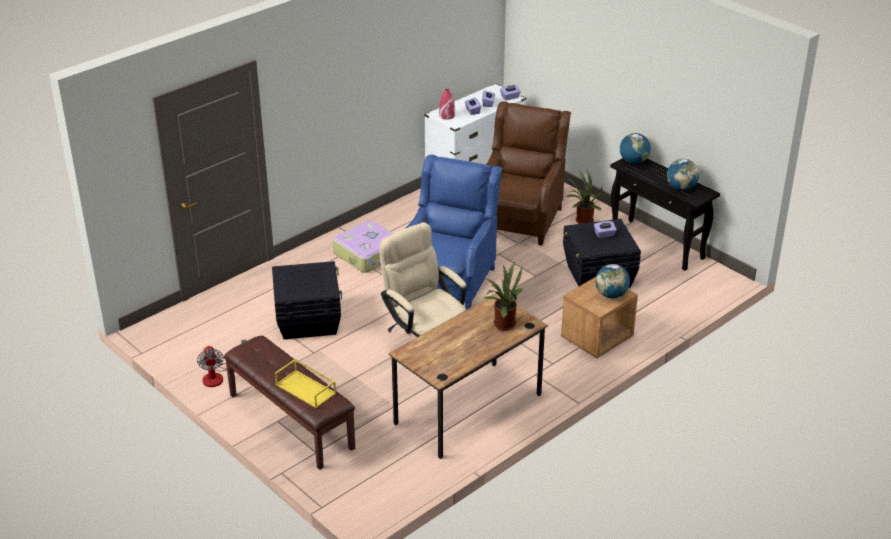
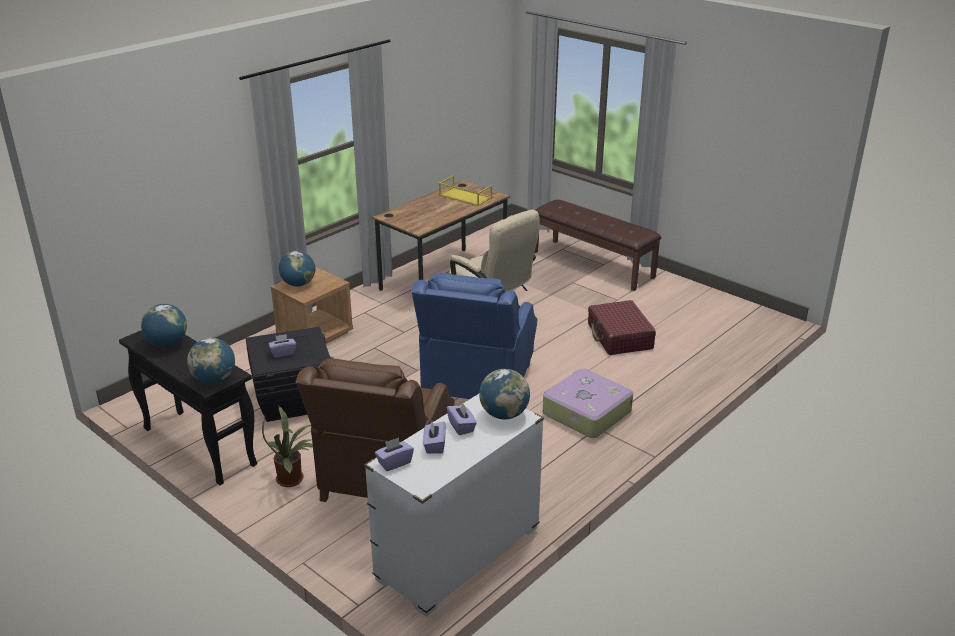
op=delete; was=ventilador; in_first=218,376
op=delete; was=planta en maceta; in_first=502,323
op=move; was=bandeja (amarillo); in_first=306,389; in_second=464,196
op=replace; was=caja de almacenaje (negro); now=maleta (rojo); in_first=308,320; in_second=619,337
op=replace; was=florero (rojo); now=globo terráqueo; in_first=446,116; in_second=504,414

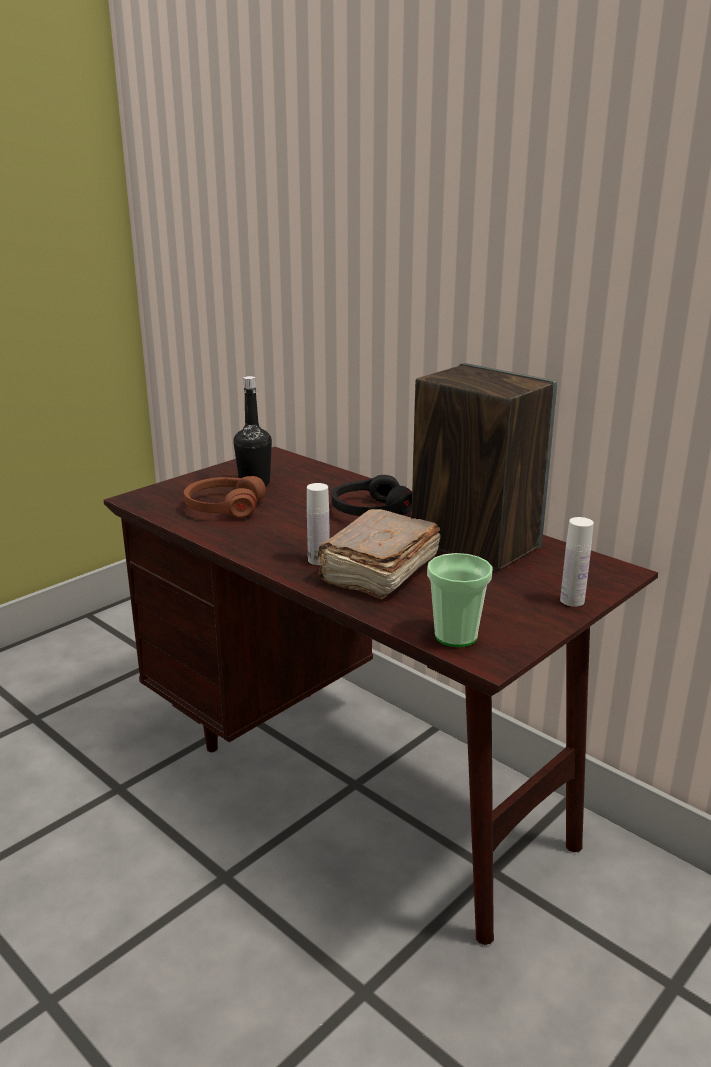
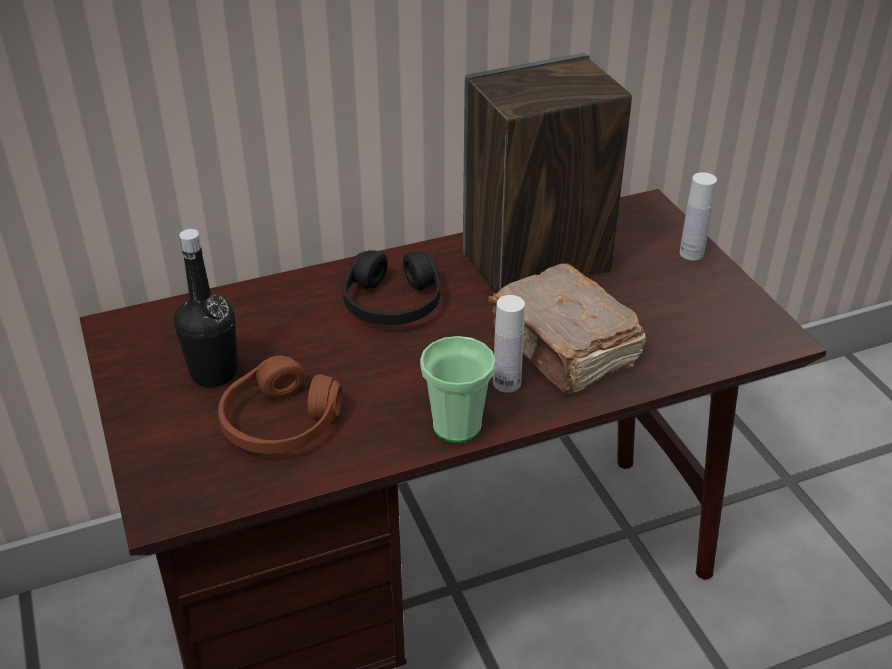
op=move; was=taza; in_first=456,636; in_second=457,426

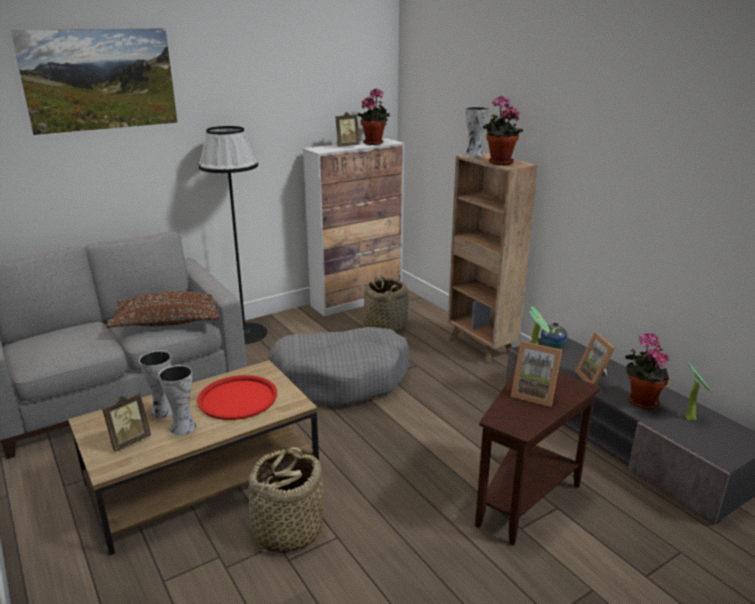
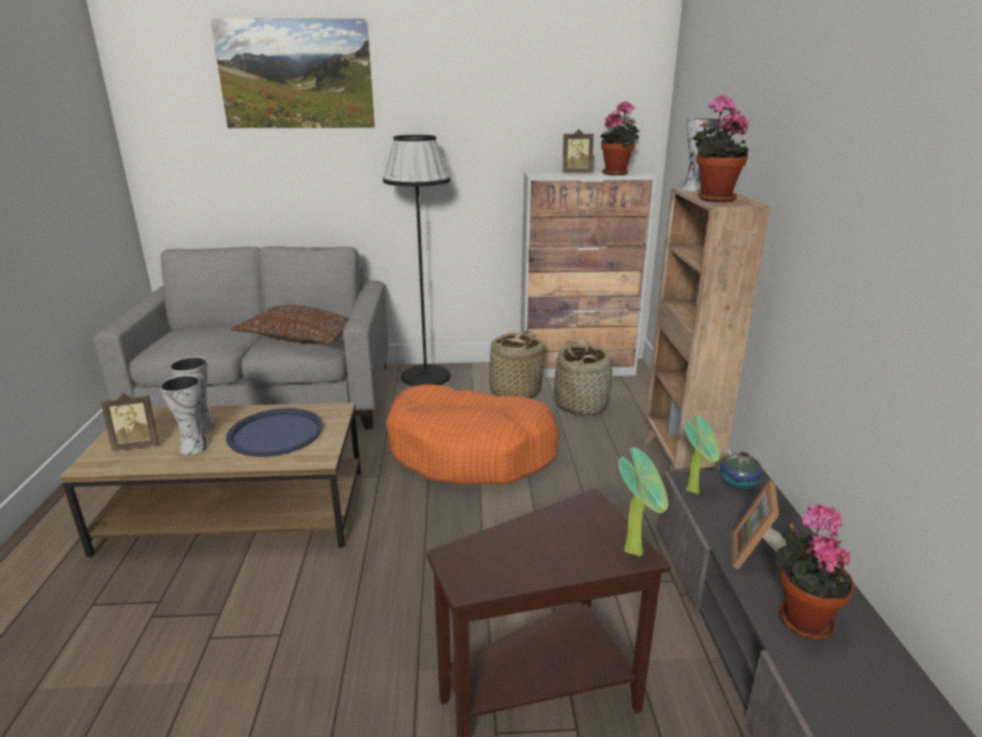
op=delete; was=portarretratos; in_first=534,394
op=move; was=cesta; in_first=287,530; in_second=514,392
op=move; was=planta en maceta; in_first=691,417; in_second=637,550
op=recolor; was=bandeja (rojo); now=bandeja (azul); in_first=238,398; in_second=275,433
op=recolor; was=cama para perro (gris); now=cama para perro (naranja); in_first=341,379; in_second=471,451

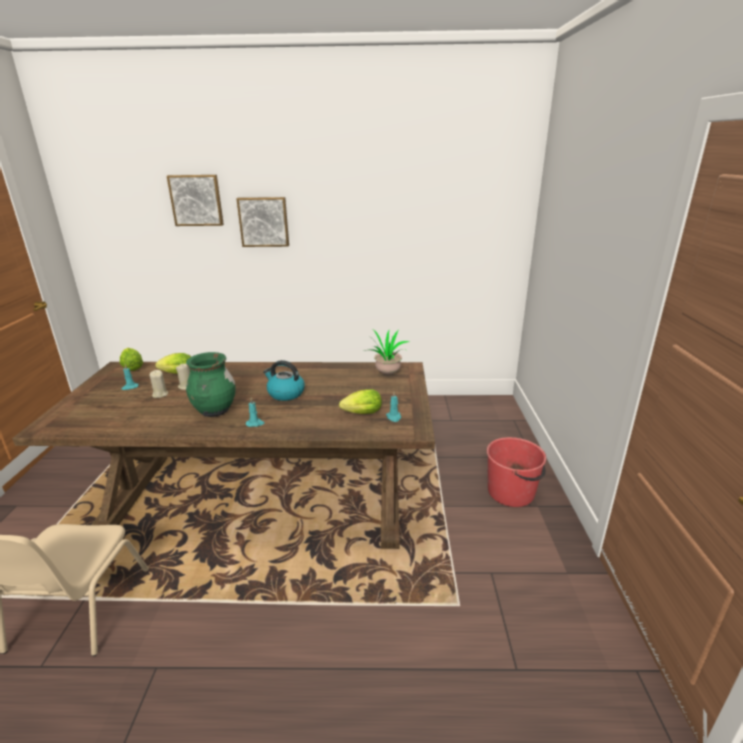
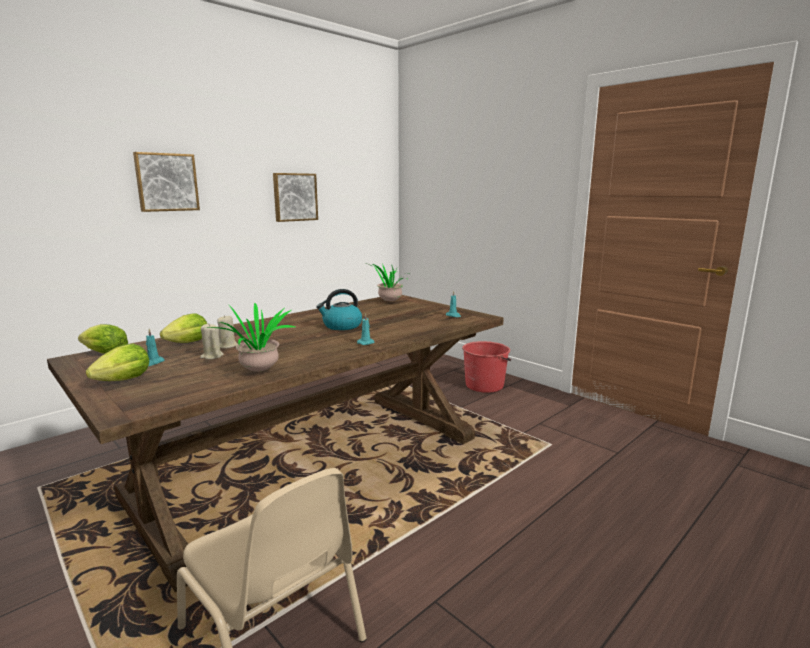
op=delete; was=florero (verde); in_first=215,411
op=insert; now=planta en maceta; in_second=259,370
op=move; was=cuadro; in_first=196,200; in_second=294,197
op=move; was=lechuga; in_first=360,414; in_second=120,382

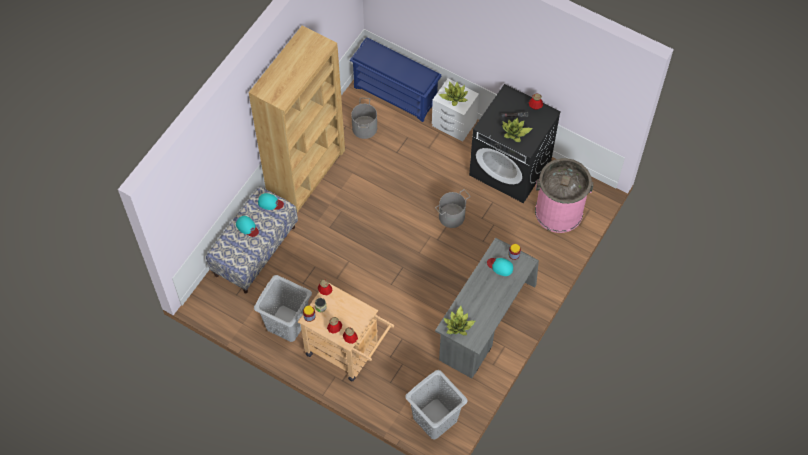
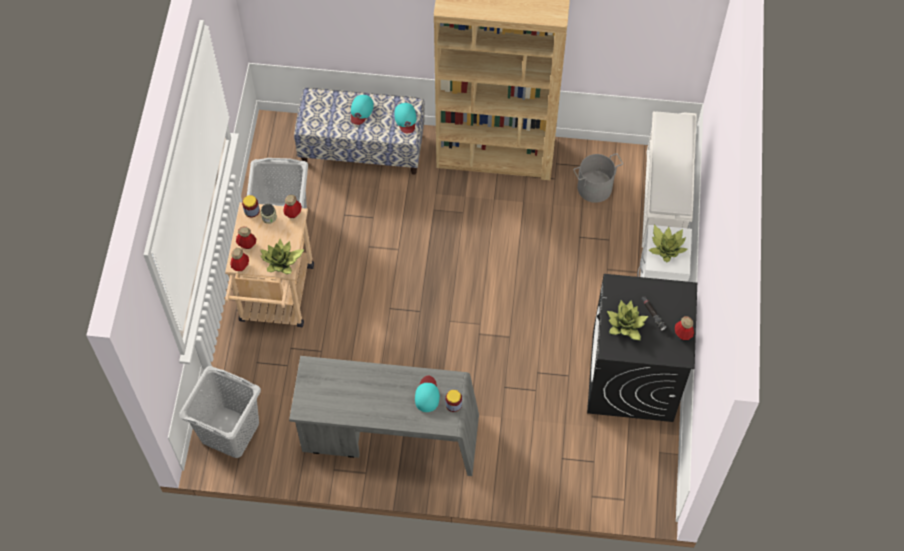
op=delete; was=cubo (gris); in_first=452,216
op=delete; was=papelera (rosa); in_first=559,211
op=move; was=planta en maceta; in_first=458,325; in_second=281,261
op=recolor; was=zapatero (azul); now=zapatero (blanco); in_first=396,94; in_second=664,201

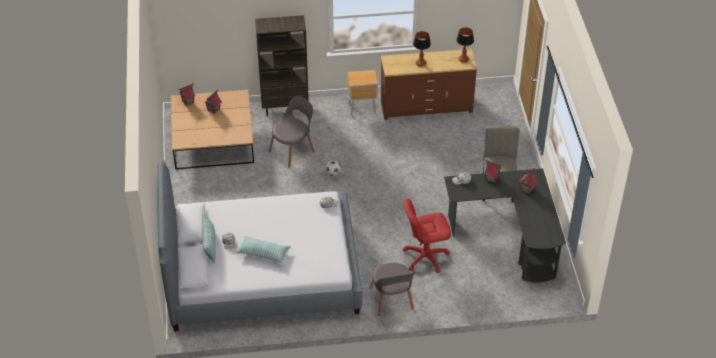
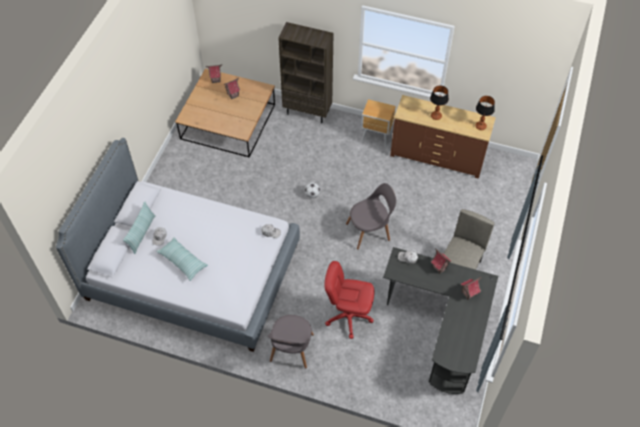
op=move; was=silla (gris); in_first=293,150; in_second=370,231

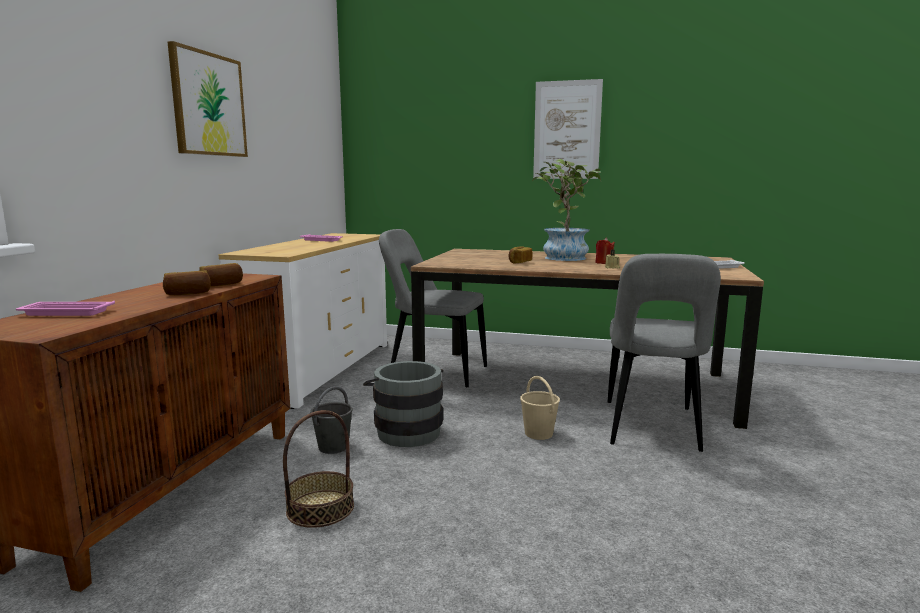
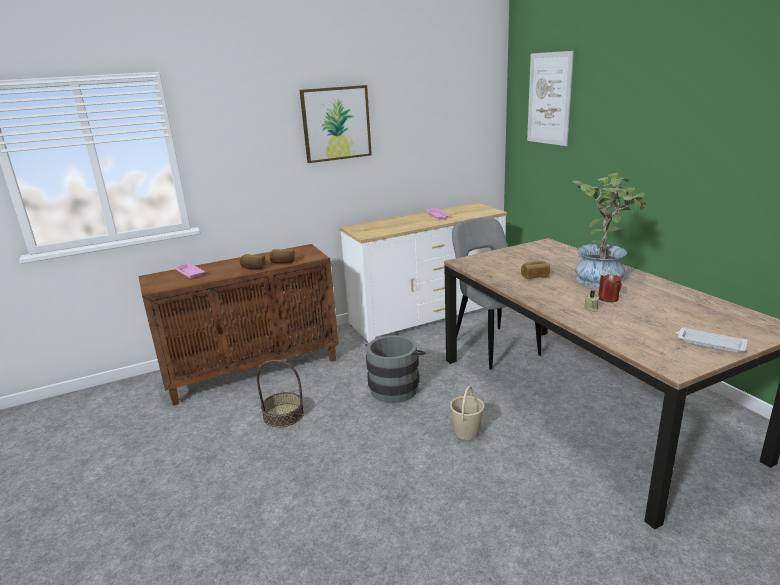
op=delete; was=cubo (gris); in_first=333,446
op=delete; was=silla (gris); in_first=651,428
op=move; was=cuadro; in_first=567,130; in_second=549,99

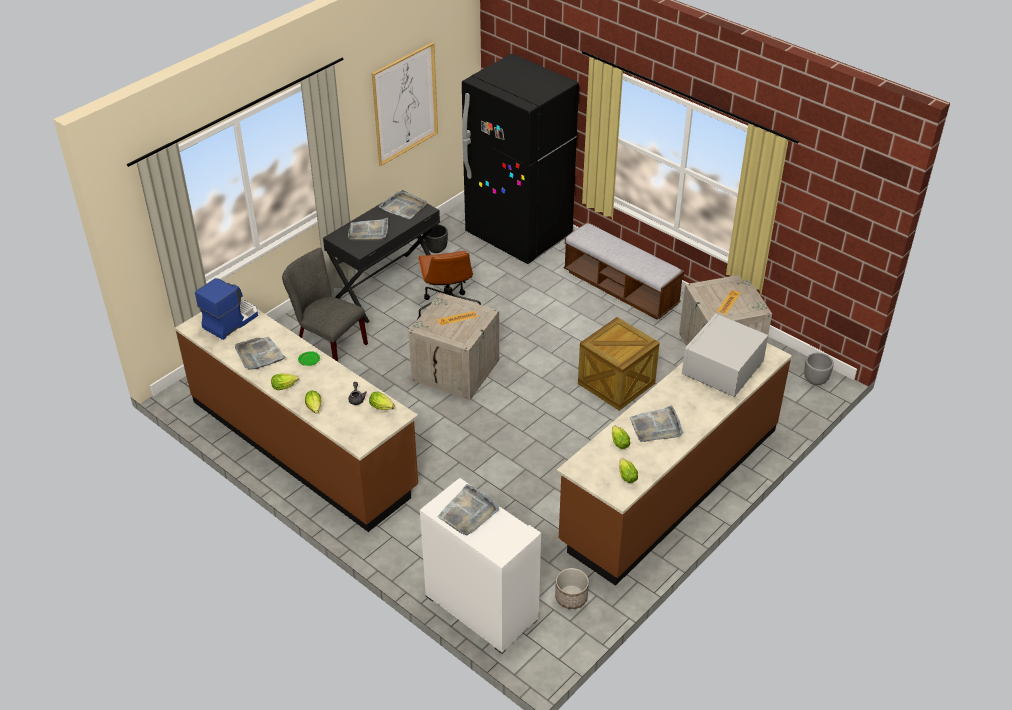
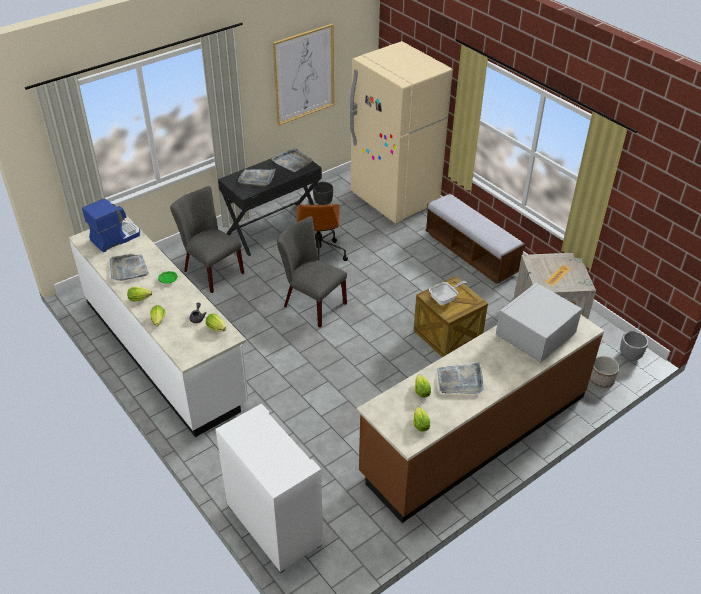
op=delete; was=bandeja (gris); in_first=468,512
op=insert; now=sartén; in_second=445,299
op=move; was=maceta; in_first=571,597; in_second=601,379
op=replace; was=caja de embalaje; now=silla (gris); in_first=455,369; in_second=311,304
op=recolor; was=mueble bajo de cocina (marrón); now=mueble bajo de cocina (blanco); in_first=303,444; in_second=164,351
op=recolor; was=nevera (negro); now=nevera (beis); in_first=518,235; in_second=394,199

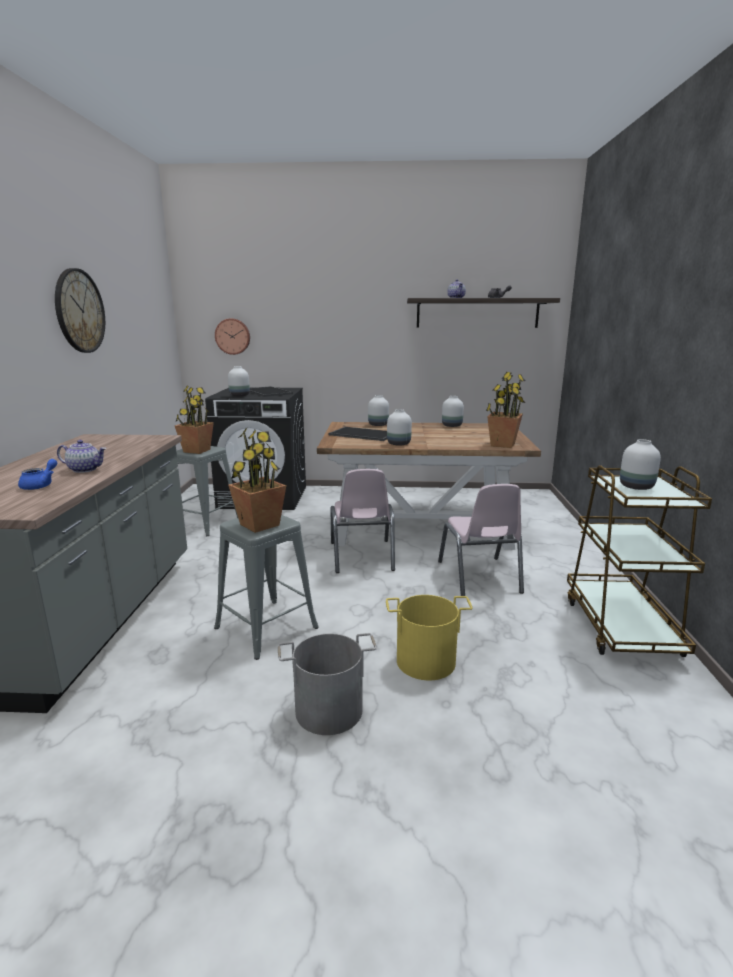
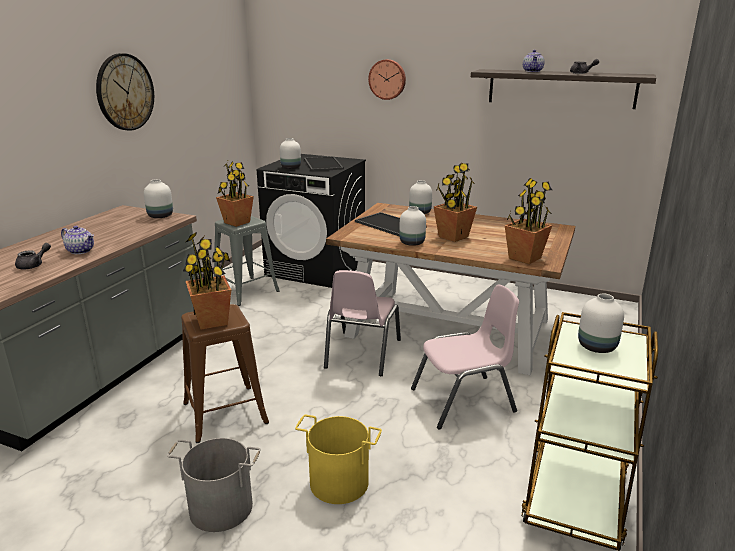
op=insert; now=planta en maceta; in_second=453,237
op=move; was=reloj de pared; in_first=233,336; in_second=387,79
op=move; was=florero (blanco); in_first=452,426; in_second=161,216
op=recolor; was=tetera (azul); now=tetera (gris); in_first=40,485; in_second=34,265
op=recolor; was=taburete (gris); now=taburete (marrón); in_first=266,628; in_second=225,413
op=rotate; was=silla (rosa); in_first=479,577; in_second=463,401; clockwise=-120

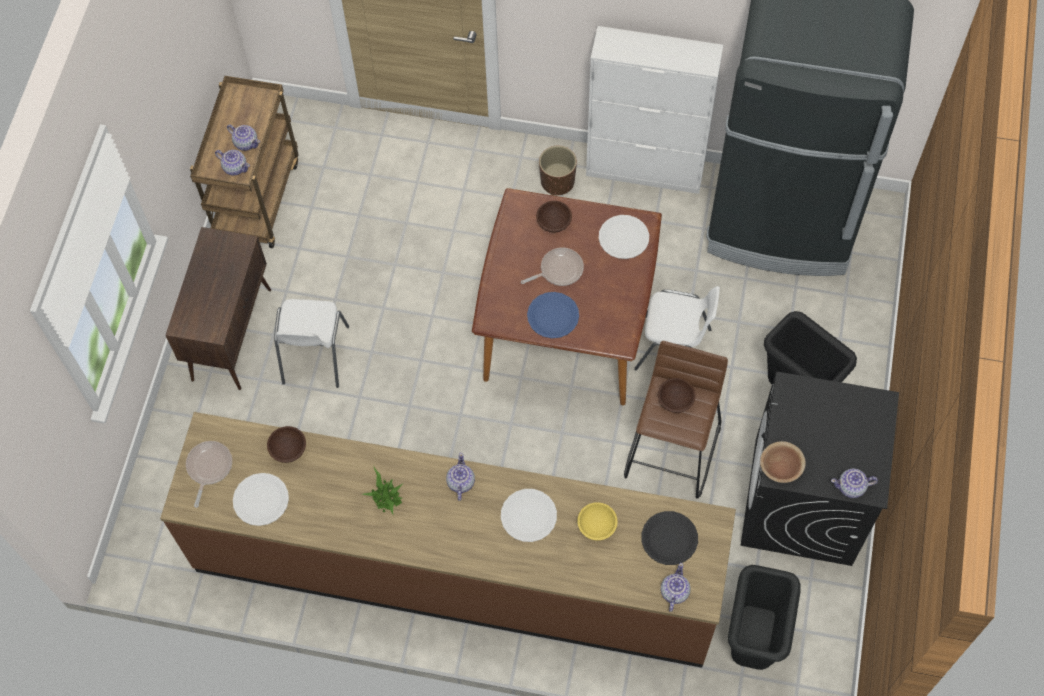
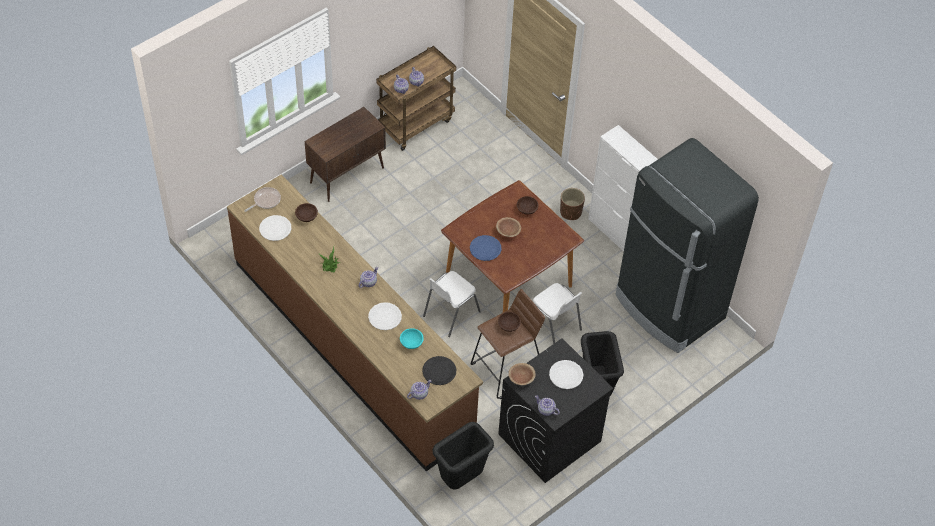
op=move; was=silla (blanco); in_first=314,356; in_second=450,314
op=move; was=plato (blanco); in_first=623,237; in_second=566,375
op=replace; was=sartén; now=cuenco (marrón); in_first=559,270; in_second=508,231
op=recolor; was=cuenco (amarillo); now=cuenco (turquesa); in_first=596,525; in_second=411,342

